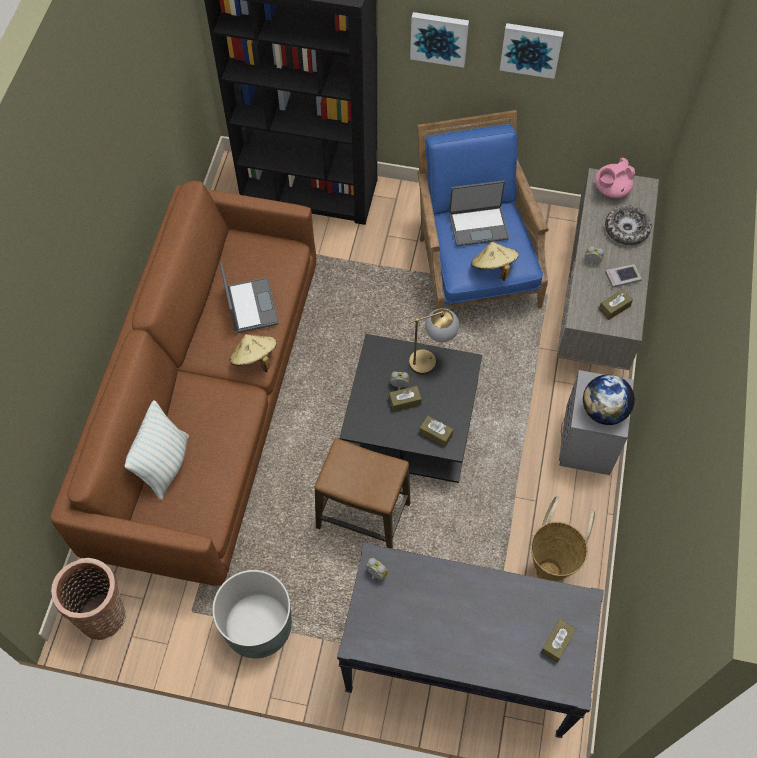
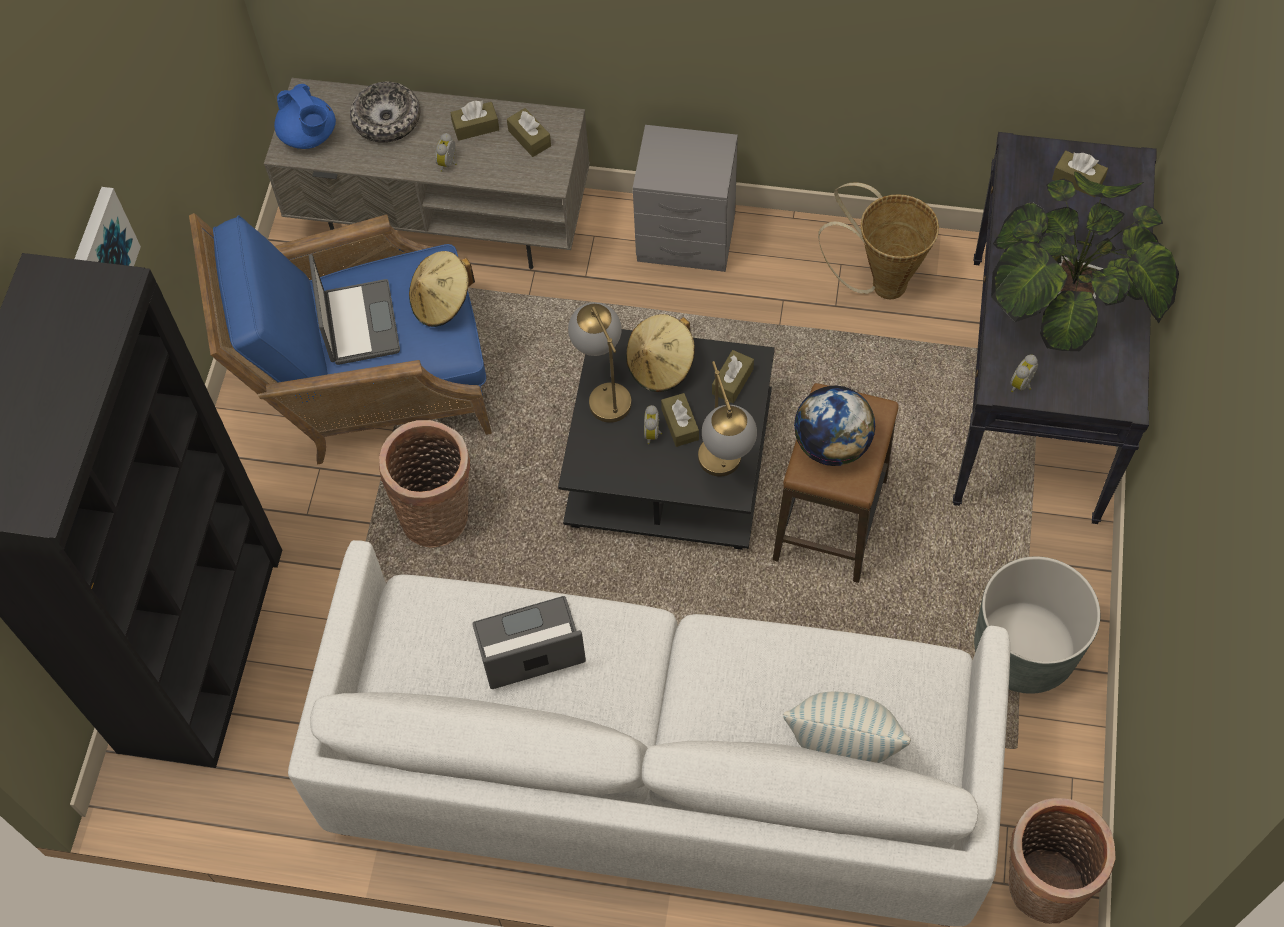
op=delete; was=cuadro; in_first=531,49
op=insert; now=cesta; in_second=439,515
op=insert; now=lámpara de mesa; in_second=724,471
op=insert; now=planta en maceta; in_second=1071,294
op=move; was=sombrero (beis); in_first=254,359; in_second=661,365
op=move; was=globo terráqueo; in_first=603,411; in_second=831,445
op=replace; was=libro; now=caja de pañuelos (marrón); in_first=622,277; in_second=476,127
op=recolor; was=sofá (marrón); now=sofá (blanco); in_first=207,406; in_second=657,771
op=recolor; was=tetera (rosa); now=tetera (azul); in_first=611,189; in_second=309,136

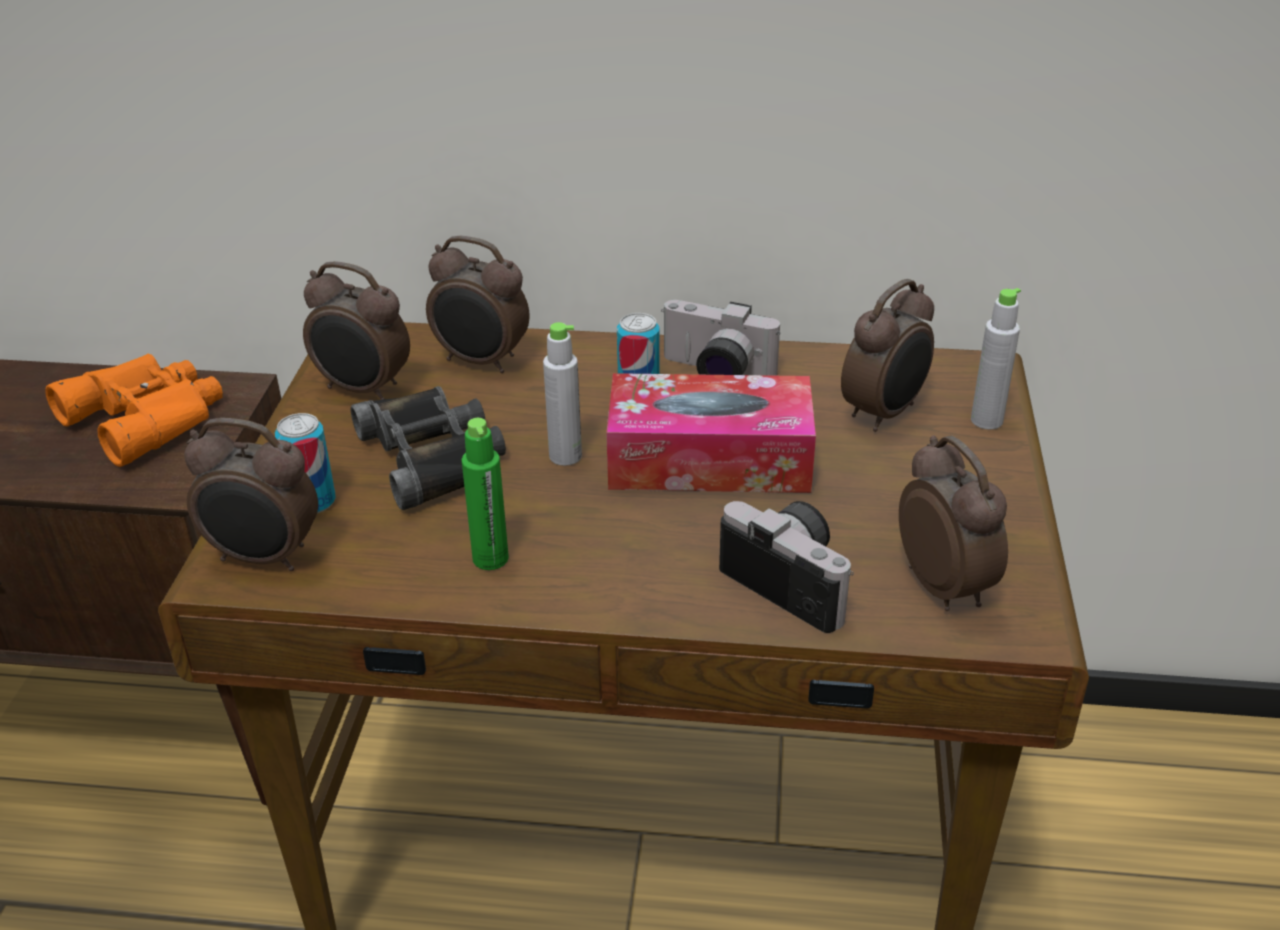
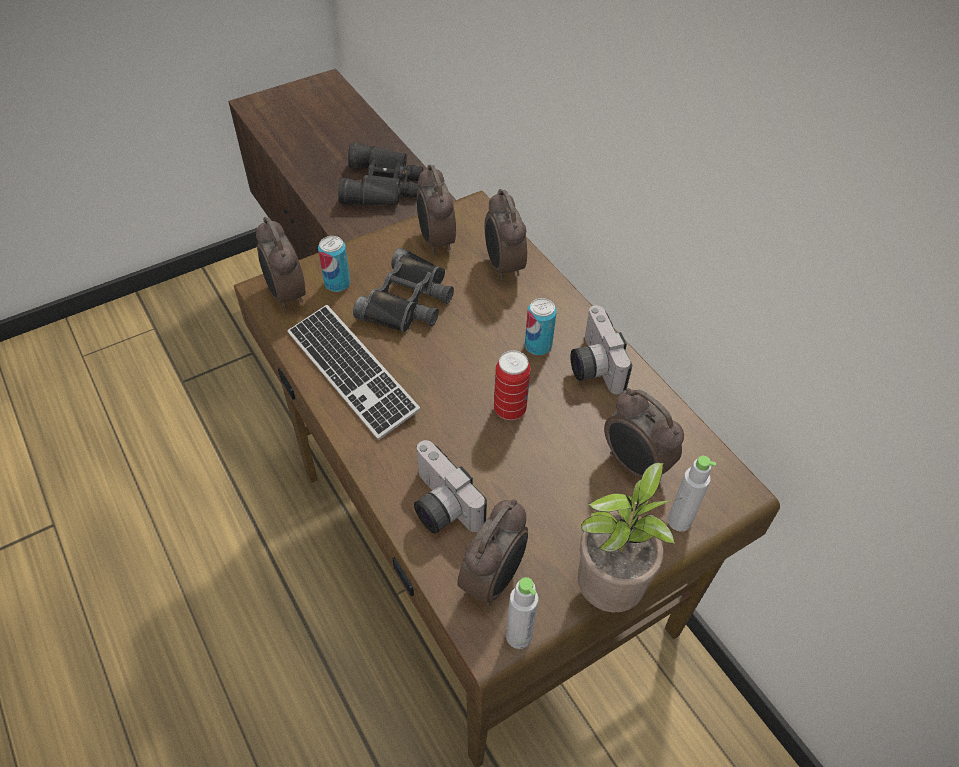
op=insert; now=planta en maceta; in_second=610,589
op=move; was=botella (gris); in_first=565,456; in_second=518,636
op=replace; was=botella (verde); now=teclado; in_first=490,558; in_second=351,372
op=replace; was=caja de pañuelos; now=lata; in_first=709,459; in_second=509,409
op=recolor; was=prismáticos (naranja); now=prismáticos (negro); in_first=149,416; in_second=384,185
op=rotate; was=cámara; in_first=795,581; in_second=439,506; clockwise=135
op=rotate; was=despertador; in_first=885,413; in_second=634,465; clockwise=45

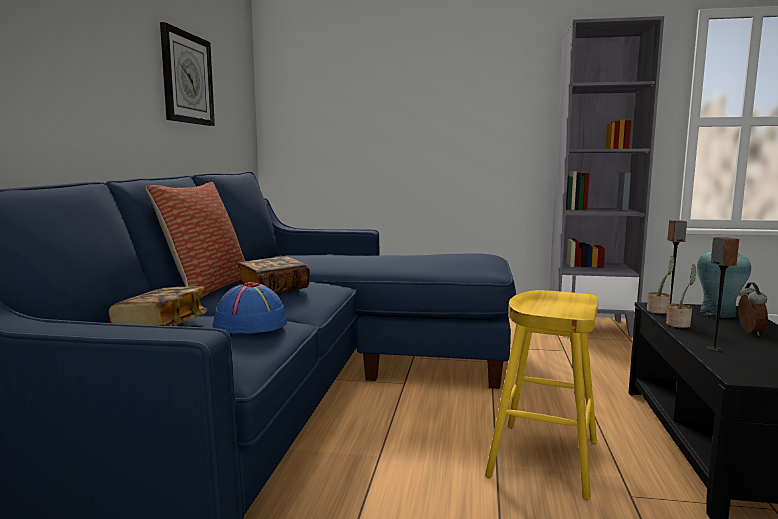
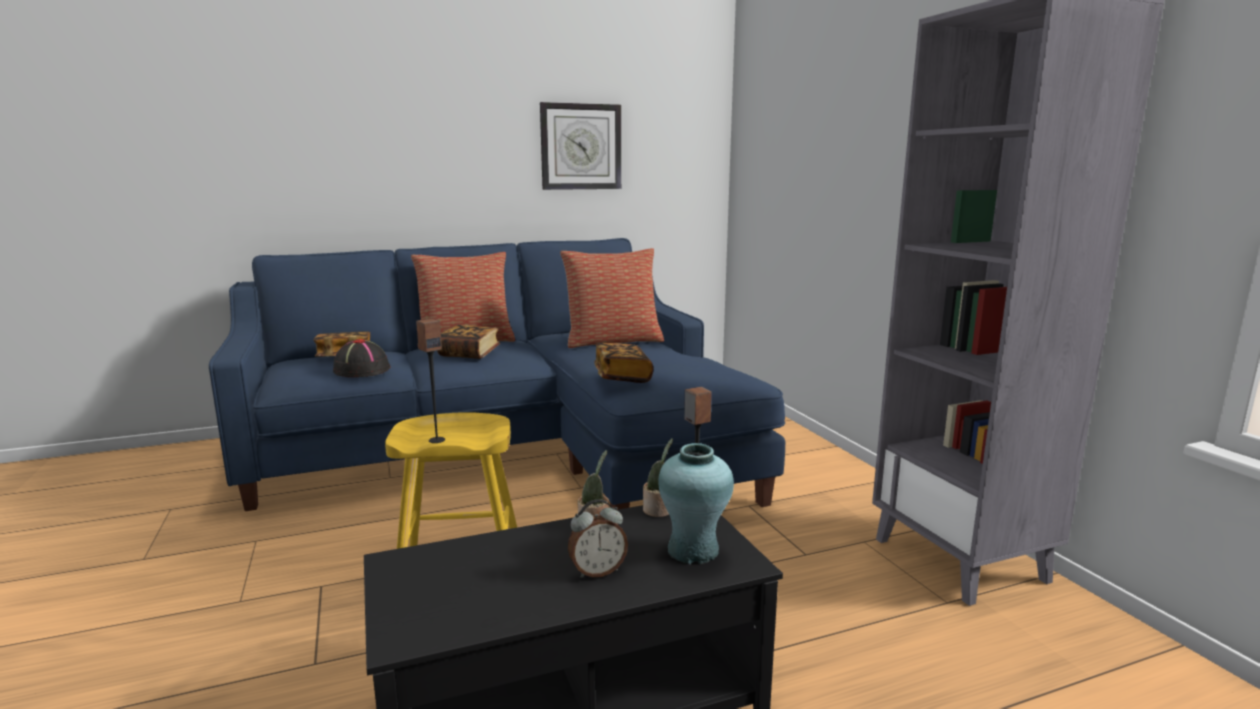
op=insert; now=cojín; in_second=612,341
op=insert; now=libro; in_second=622,376
op=move; was=altavoz; in_first=714,349; in_second=436,440
op=recolor; was=sombrero (azul); now=sombrero (negro); in_first=250,324; in_second=361,370

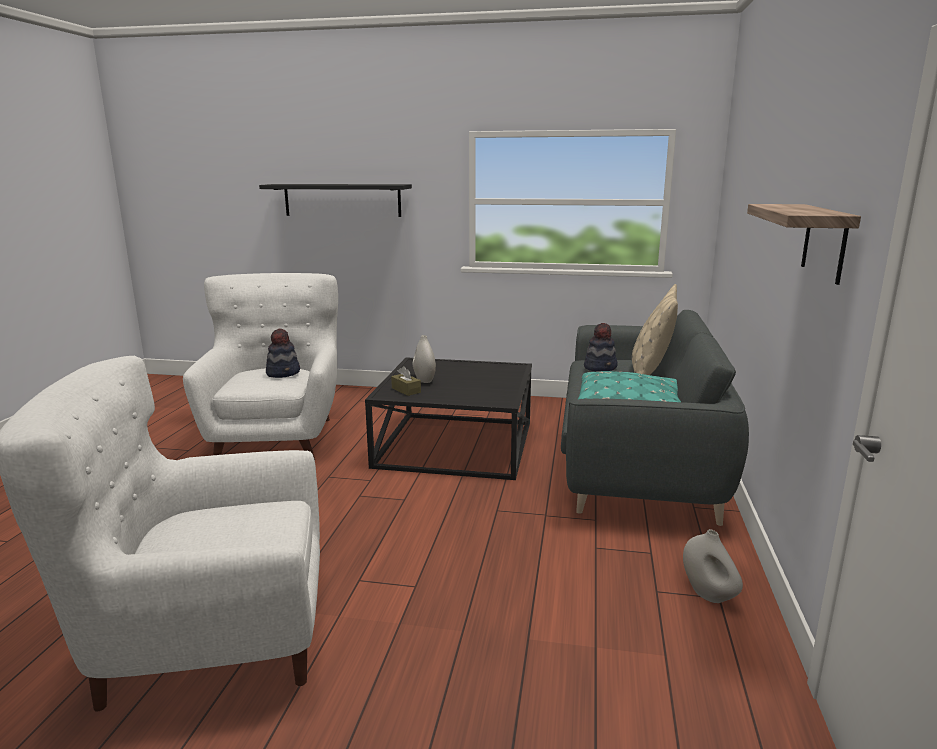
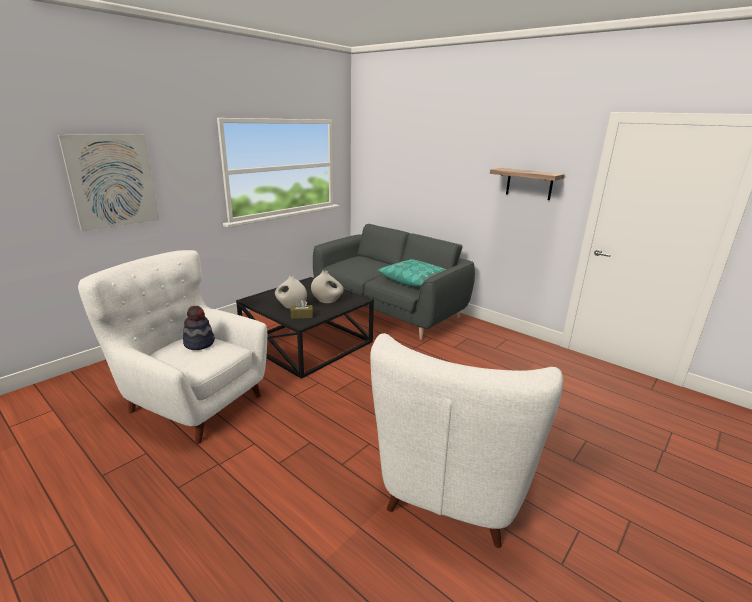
op=delete; was=sombrero; in_first=600,367
op=delete; was=cojín (beis); in_first=651,371
op=move; was=florero (blanco); in_first=708,594; in_second=327,301
op=replace; was=estante (negro); now=cuadro; in_first=342,200; in_second=113,181

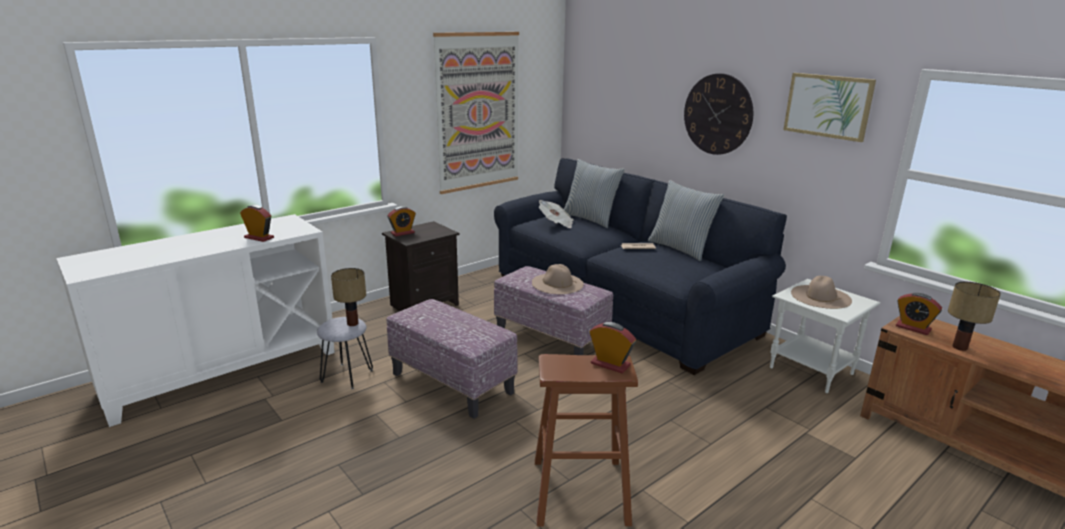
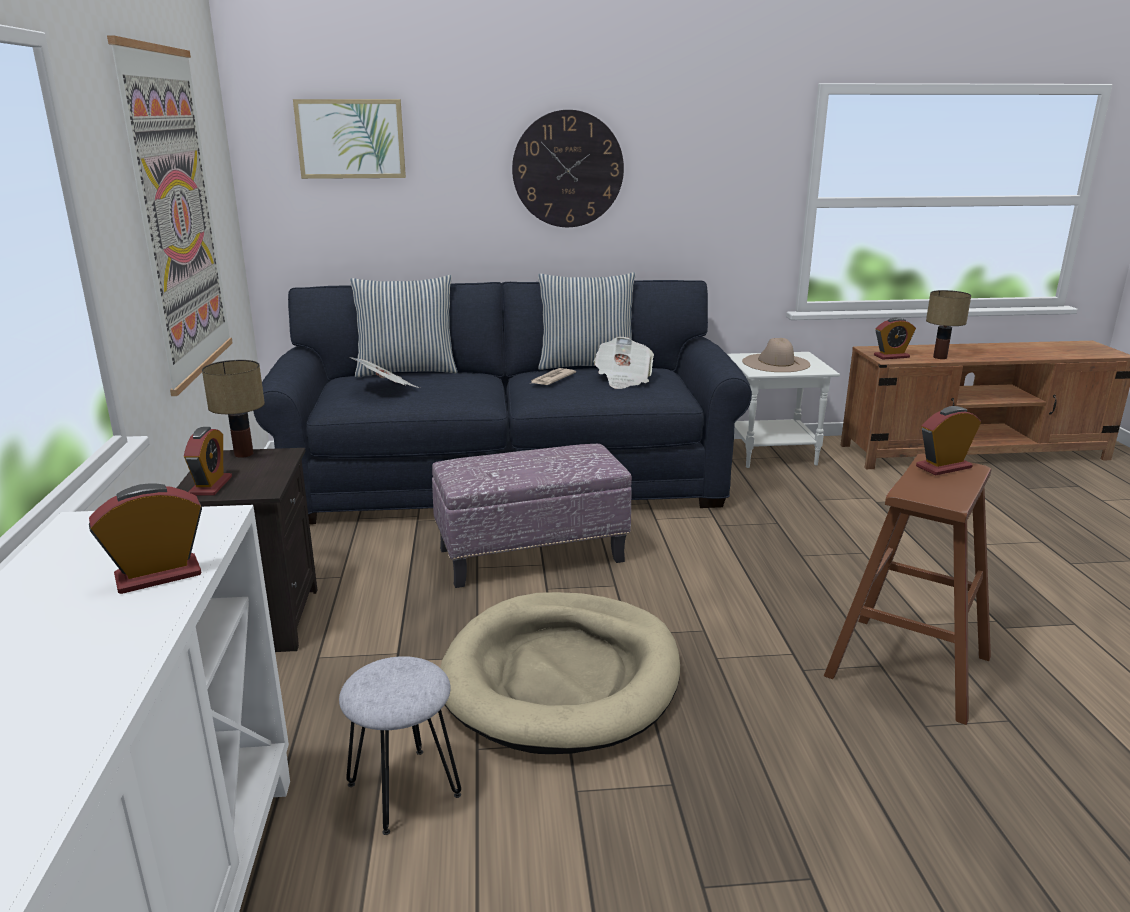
op=delete; was=sombrero (beis); in_first=557,283
op=insert; now=periódico; in_second=623,379
op=move; was=lámpara de mesa; in_first=353,324; in_second=245,454
op=move; was=cuadro; in_first=828,106; in_second=351,139
op=replace; was=puf; now=cama para perro (beis); in_first=453,383; in_second=562,677

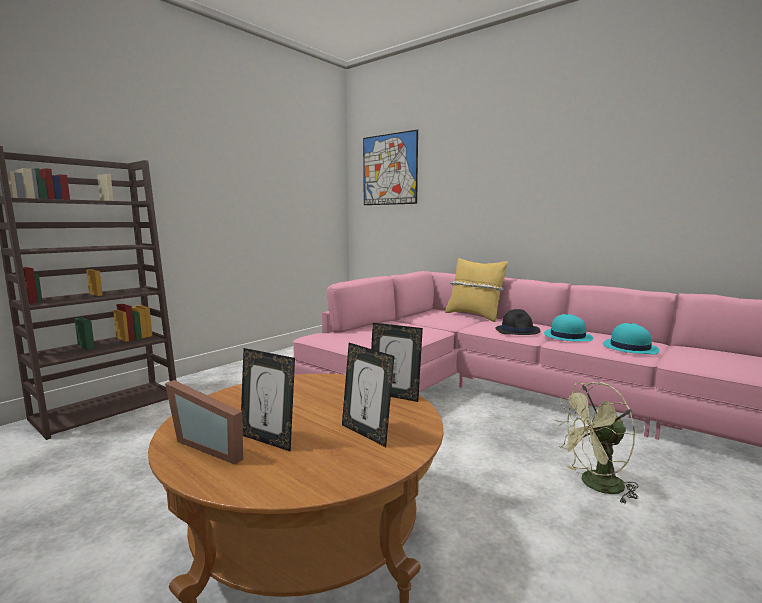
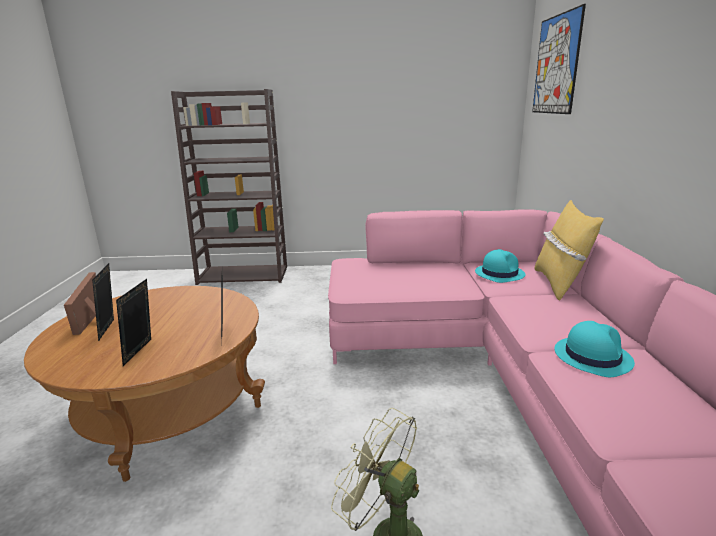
op=delete; was=sombrero (negro); in_first=517,330
op=move; was=sombrero (turquesa); in_first=629,347; in_second=499,273

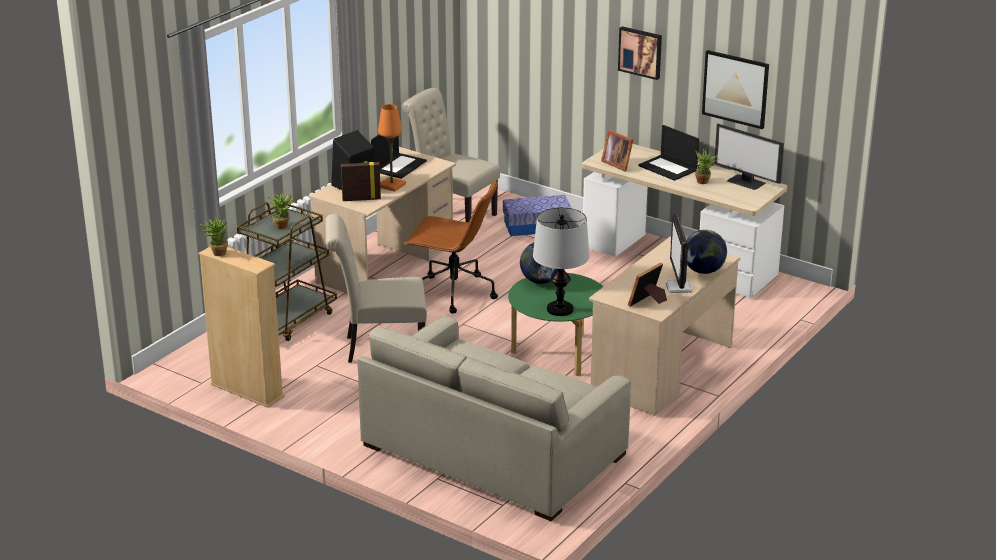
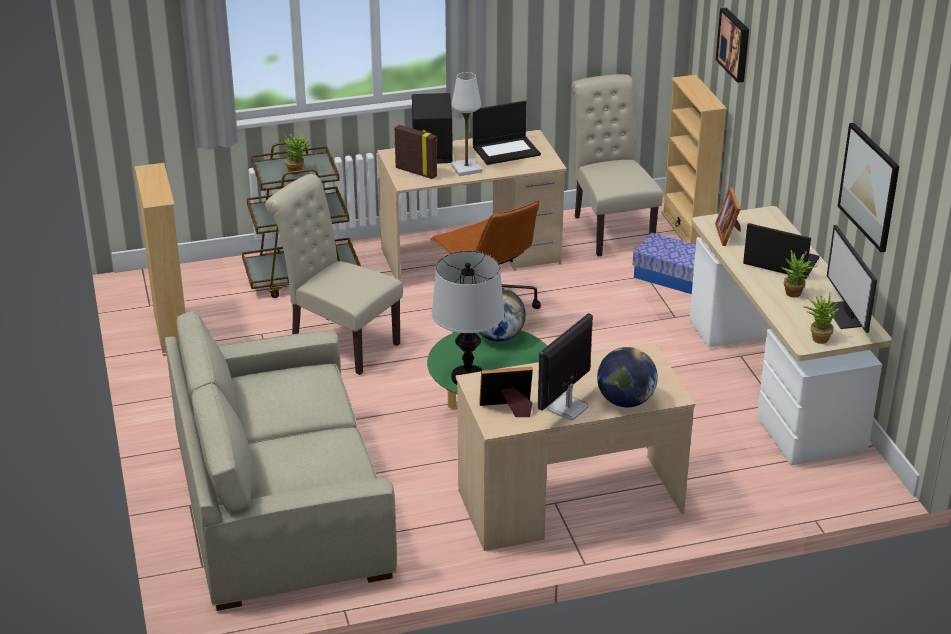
op=insert; now=estantería (beis); in_second=687,230
op=move; was=planta en maceta; in_first=216,253; in_second=817,337
op=move; was=cuadro; in_first=641,52; in_second=735,44
op=recolor; was=lámpara de mesa (naranja); now=lámpara de mesa (blanco); in_first=391,185; in_second=466,168
op=rotate; was=portátil; in_first=668,168; in_second=779,261; clockwise=120

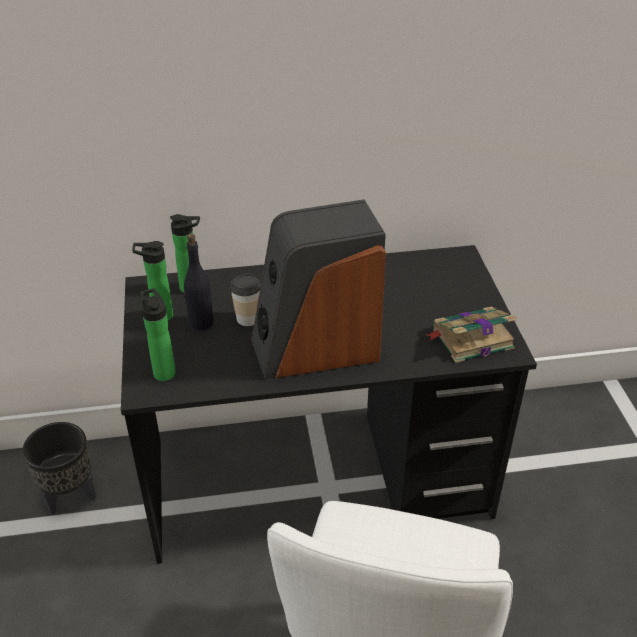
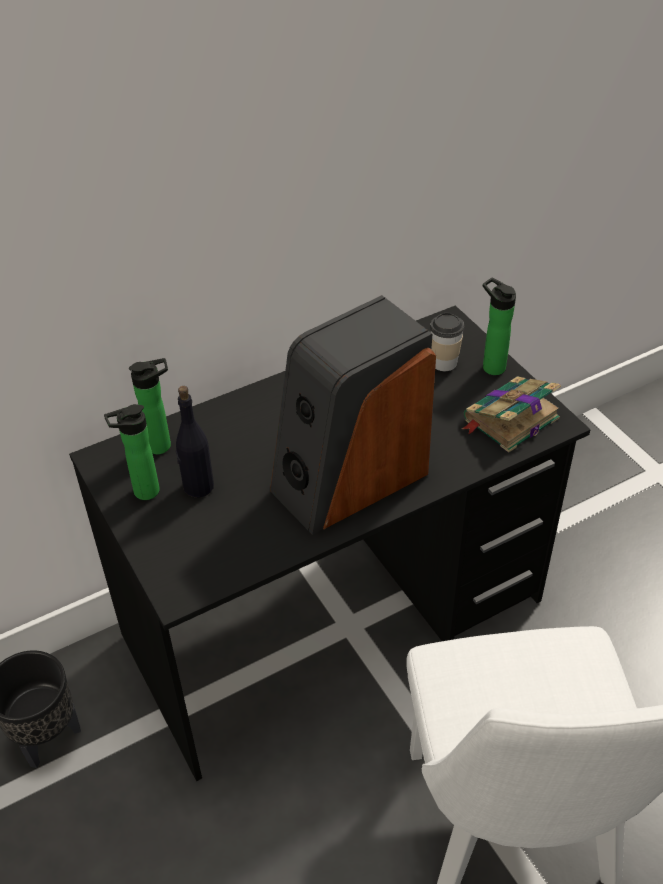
op=move; was=botella; in_first=163,371; in_second=491,366
op=move; was=taza; in_first=247,319; in_second=444,363

